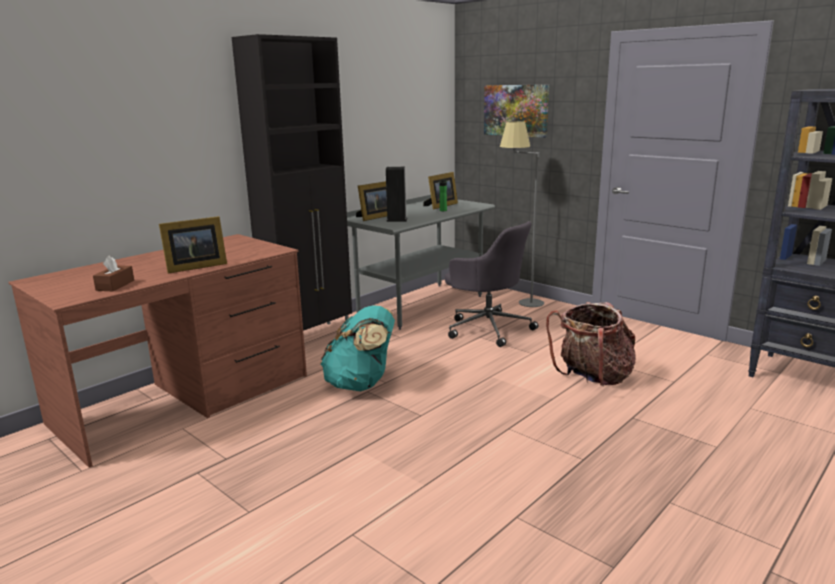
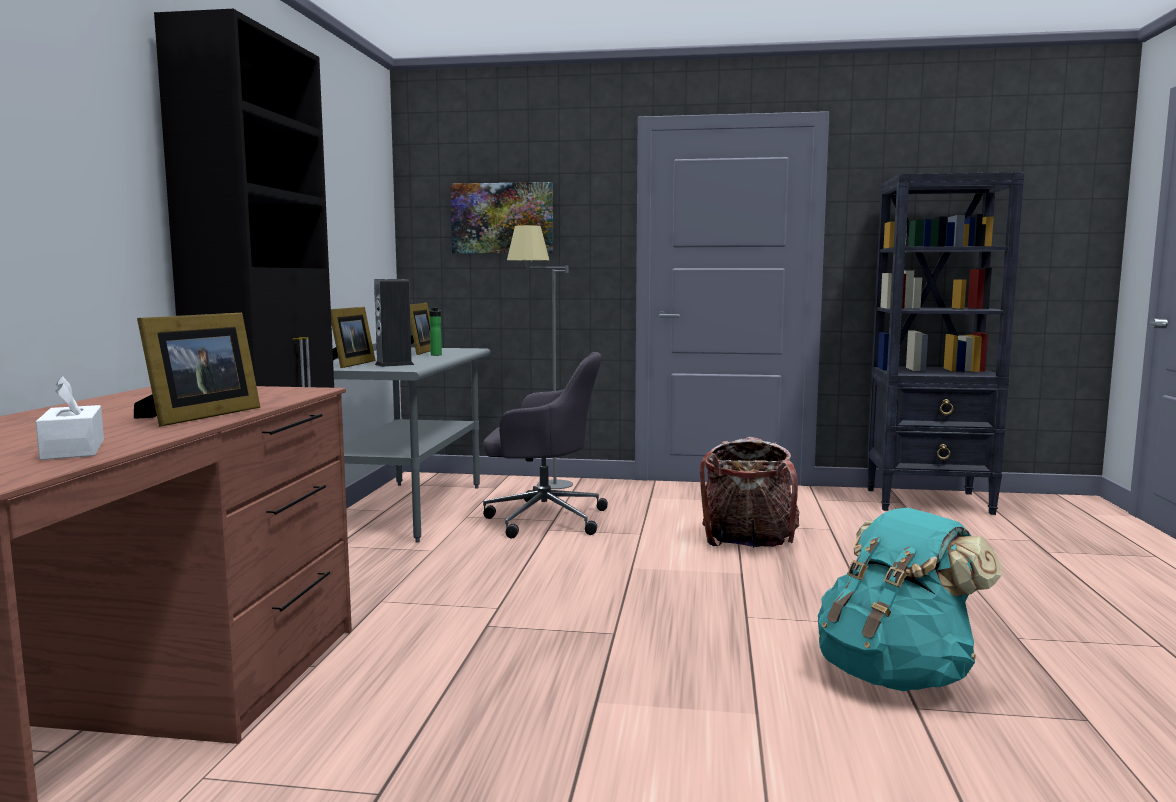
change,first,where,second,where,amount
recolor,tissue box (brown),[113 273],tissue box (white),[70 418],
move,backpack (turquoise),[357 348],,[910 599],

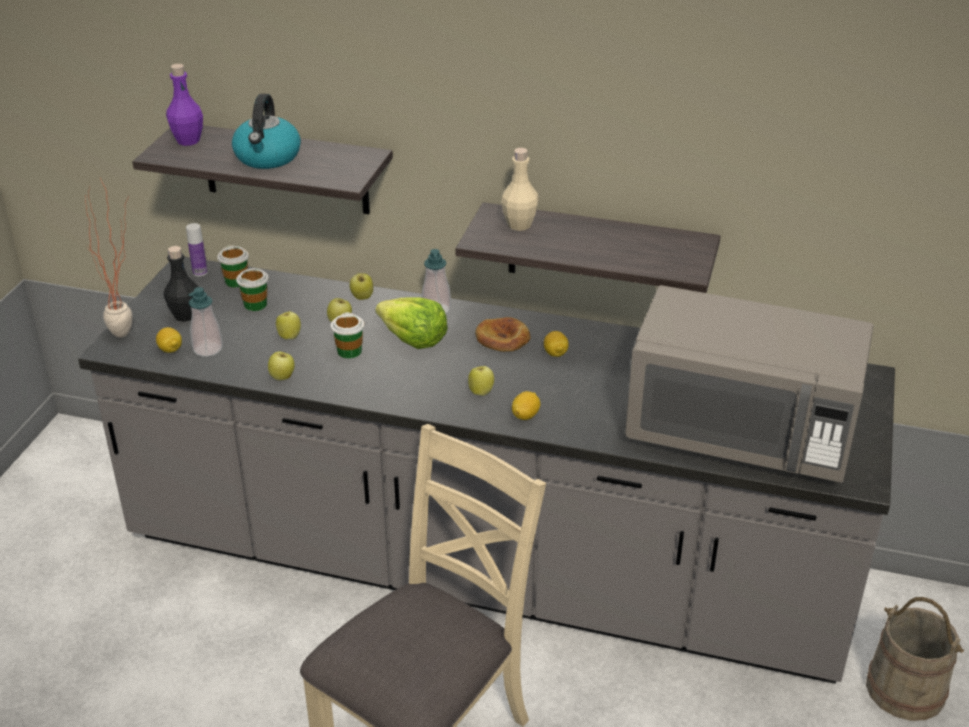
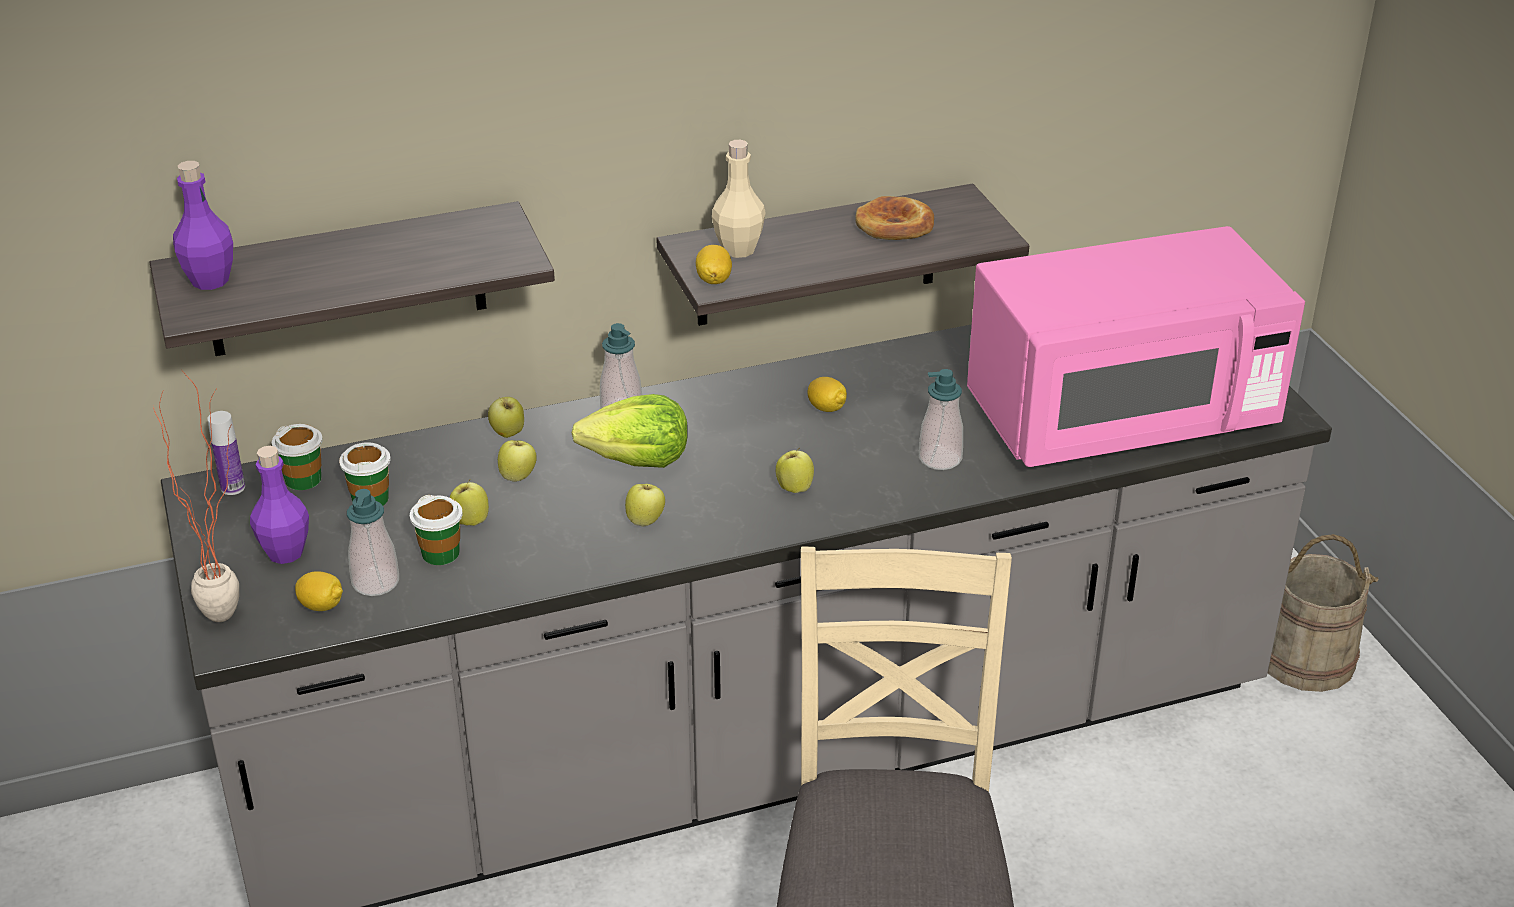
change,first,where,second,where,amount
delete,kettle,[266 131],,,
recolor,bottle (black),[181 284],bottle (purple),[279 505],
recolor,microwave (grey),[749 384],microwave (pink),[1136 346],
move,cup,[347 335],,[436 530],
move,bread,[503 334],,[894 218],
move,apple,[281 365],,[645 505],
move,lemon,[526 405],,[714 264],
insert,,,soap dispenser,[941 419],

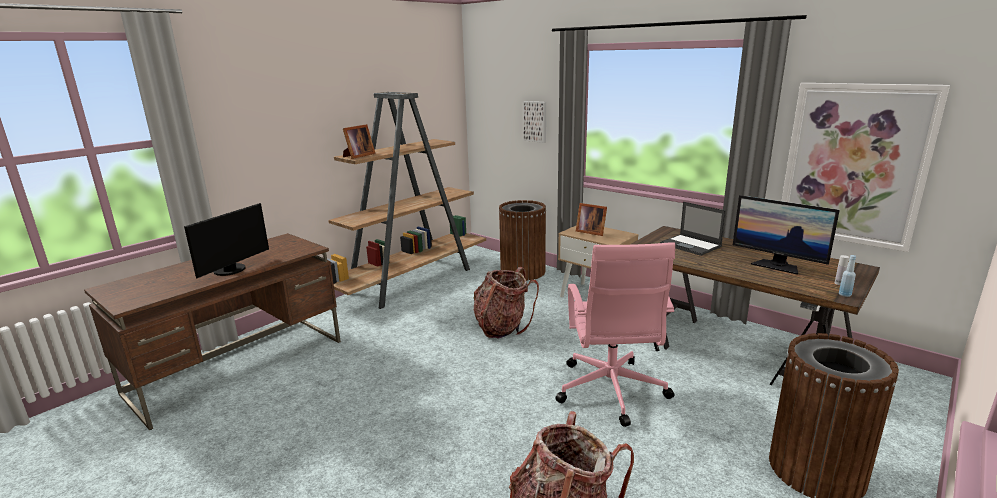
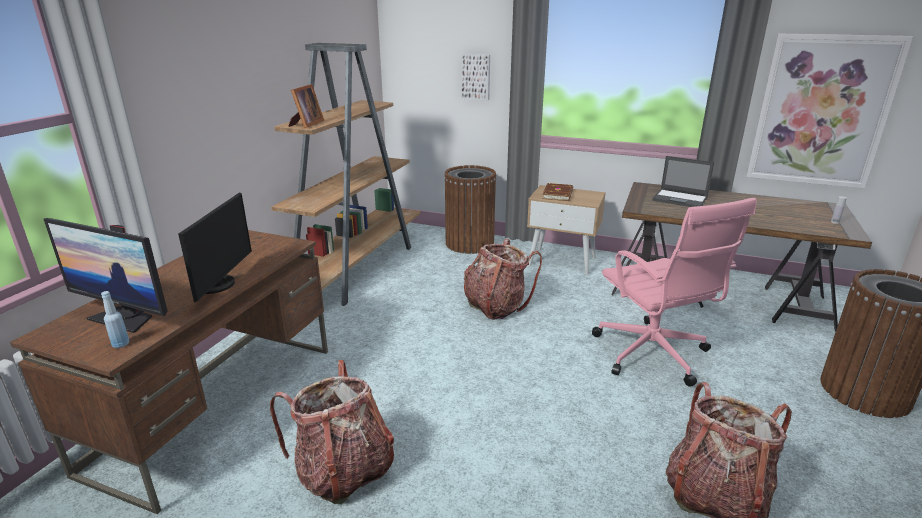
change,first,where,second,where,amount
move,monitor,[786 235],,[106 275],
replace,picture frame,[591 219],book (brown),[557 192],
move,bottle (blue),[847 276],,[115 319],
insert,,,backpack,[332 432],

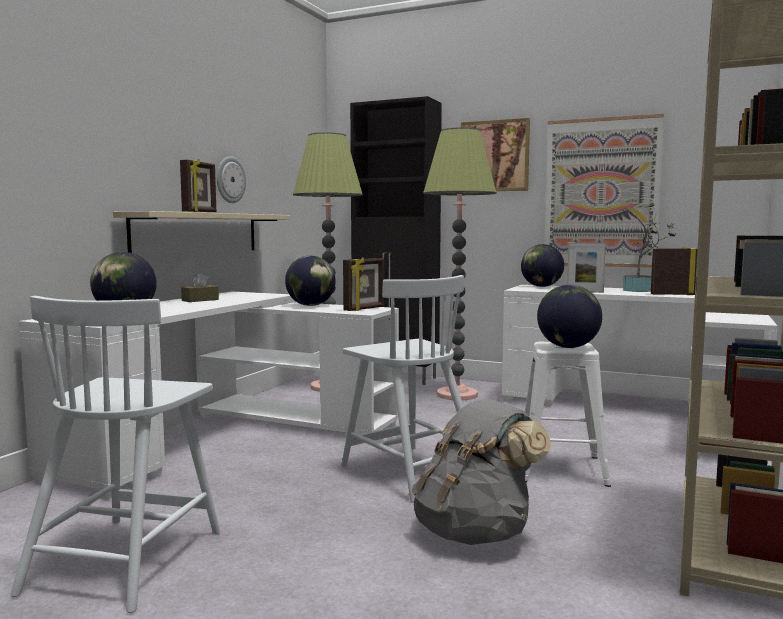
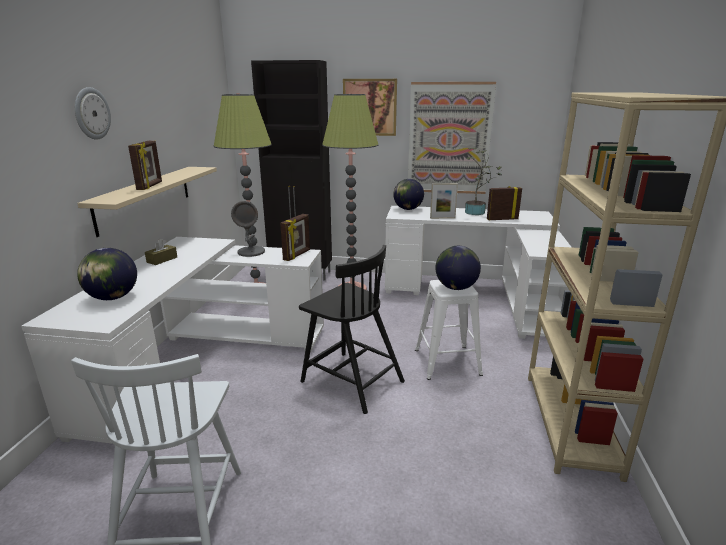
change,first,where,second,where,amount
move,wall clock,[231 179],,[93 113],
replace,globe,[310 281],table lamp (grey),[248 229],
recolor,chair (white),[402 389],chair (black),[352 329],
delete,backpack (grey),[481 472],,,

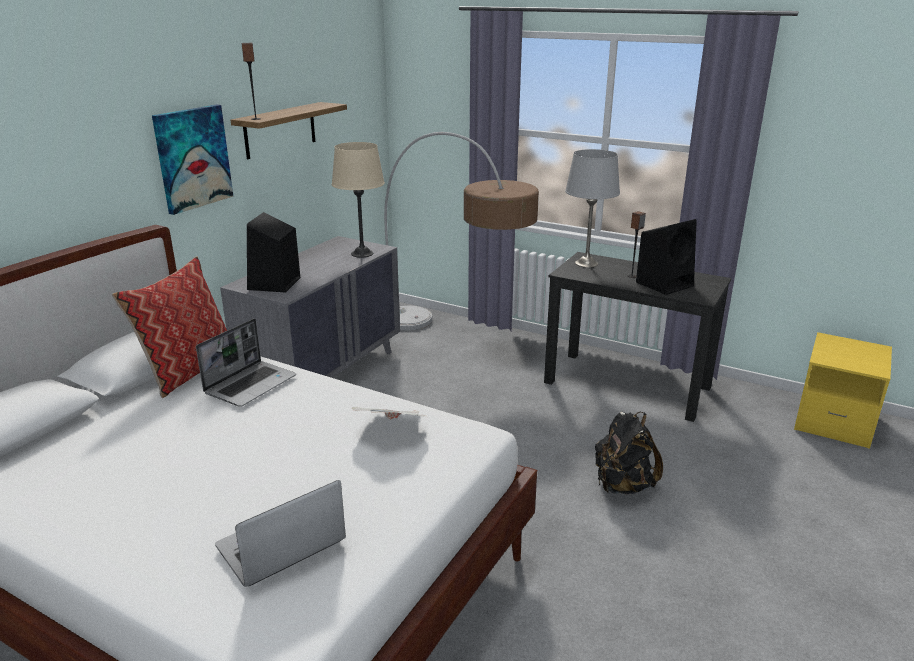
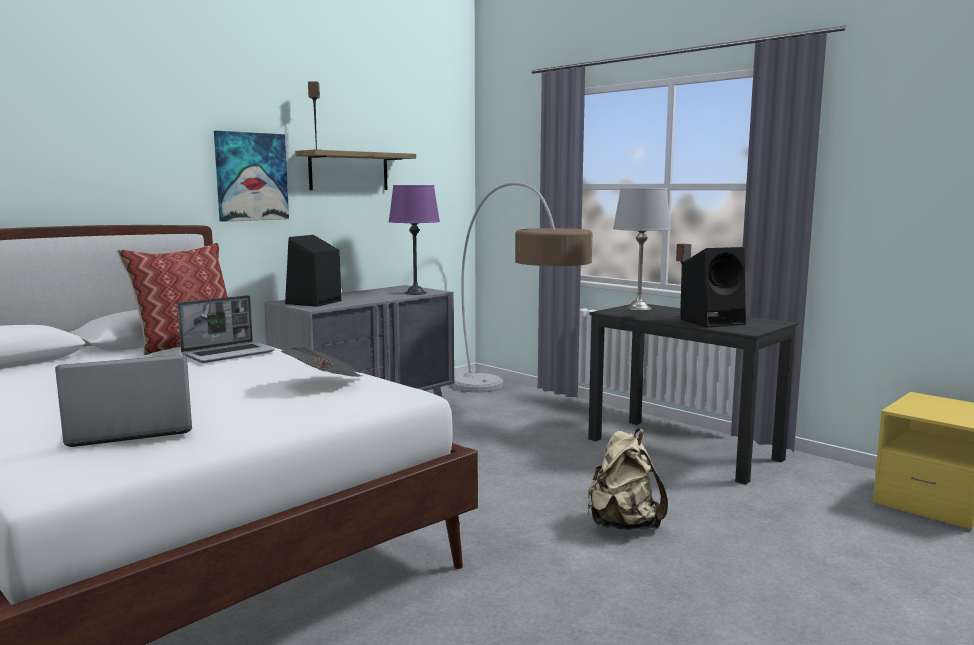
change,first,where,second,where,amount
recolor,table lamp (beige),[358 200],table lamp (purple),[414 240],
recolor,backpack (black),[629 453],backpack (beige),[627 479],

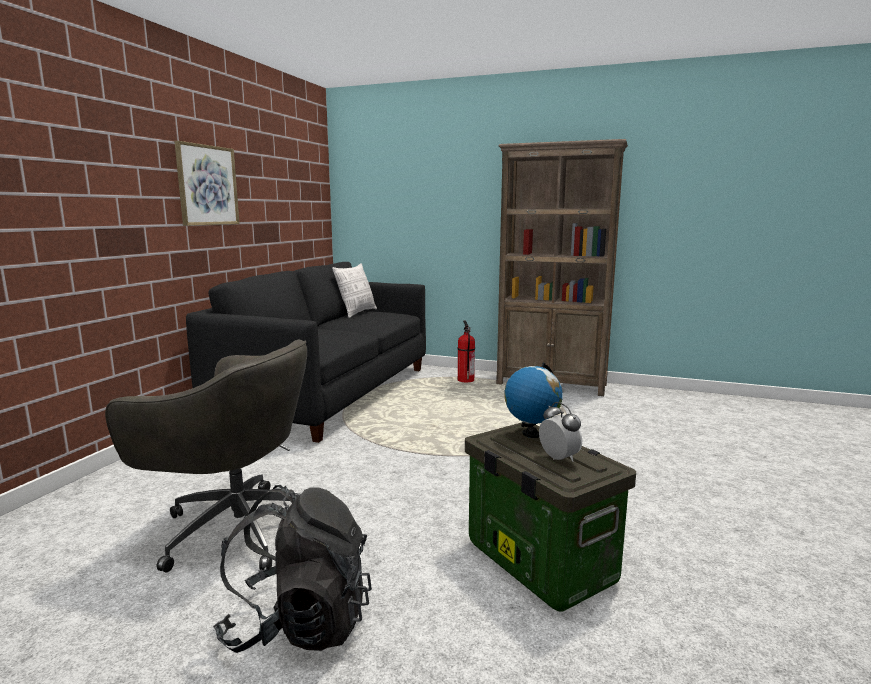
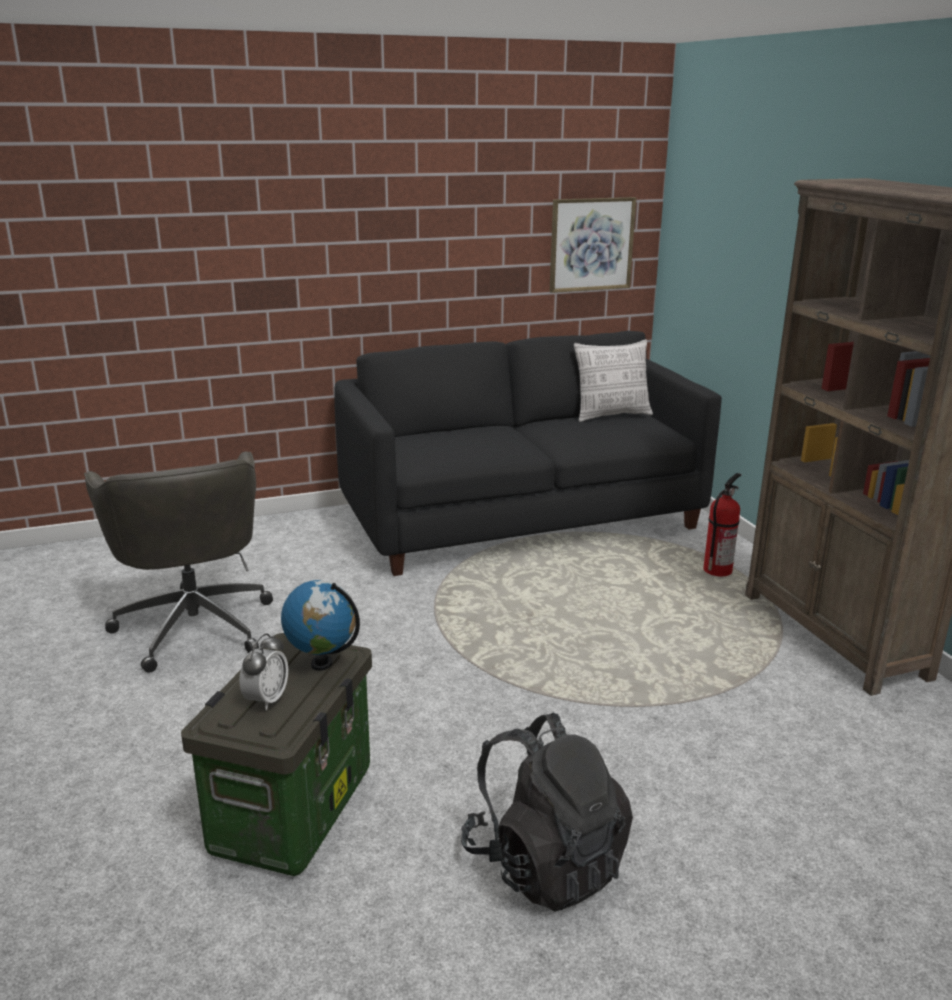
change,first,where,second,where,amount
move,picture,[207 183],,[593 245],
move,backpack (black),[292 569],,[547 812],

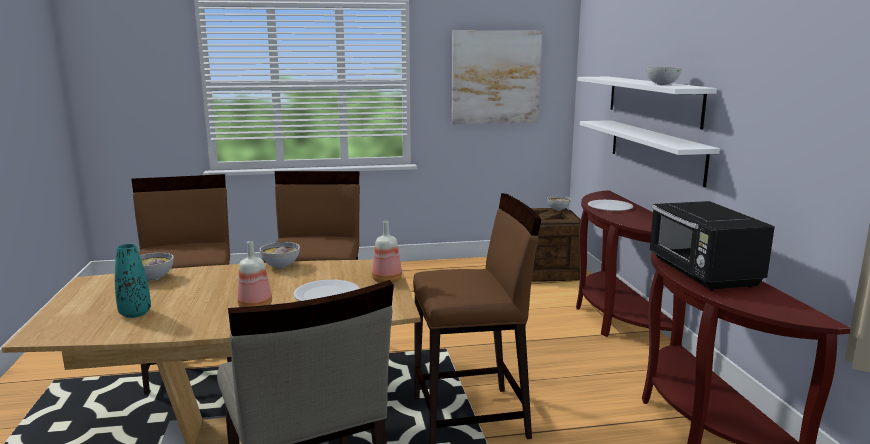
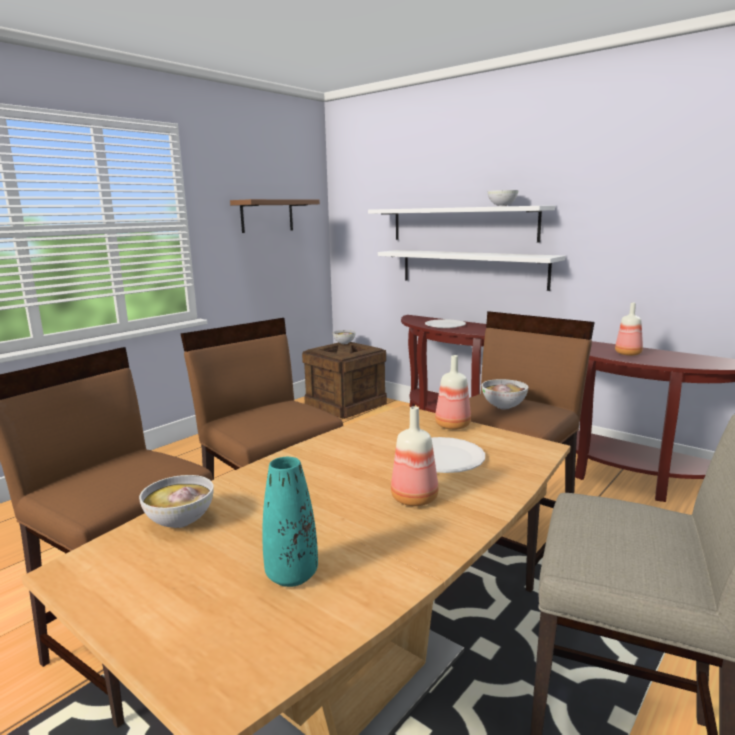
change,first,where,second,where,amount
replace,picture,[497 77],shelf (brown),[275 216],
replace,microwave (black),[712 246],bottle,[629 329],
move,bowl,[280 255],,[505 394],

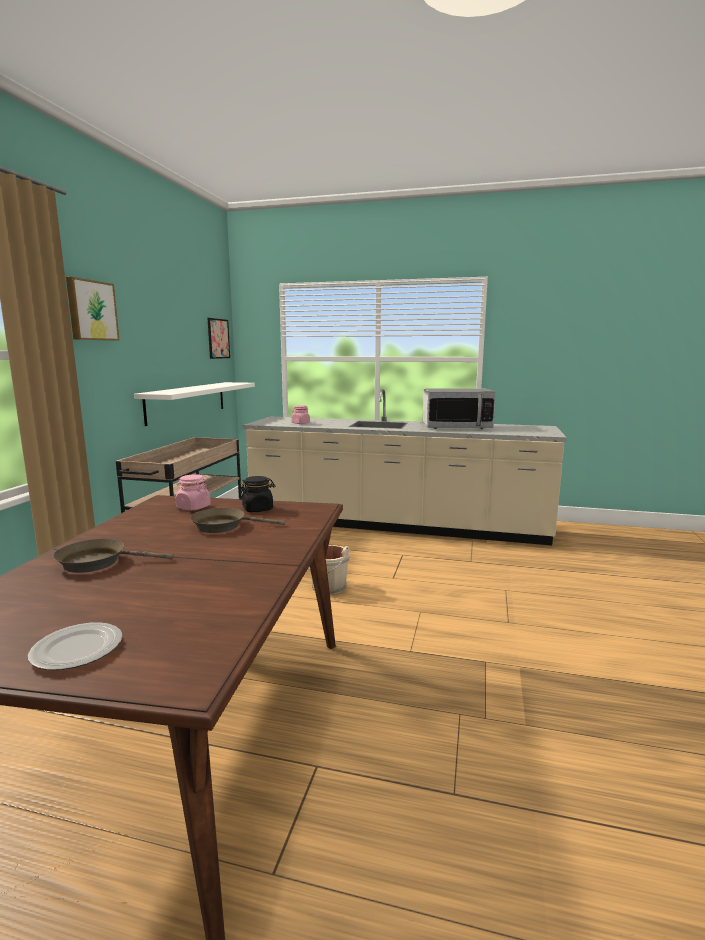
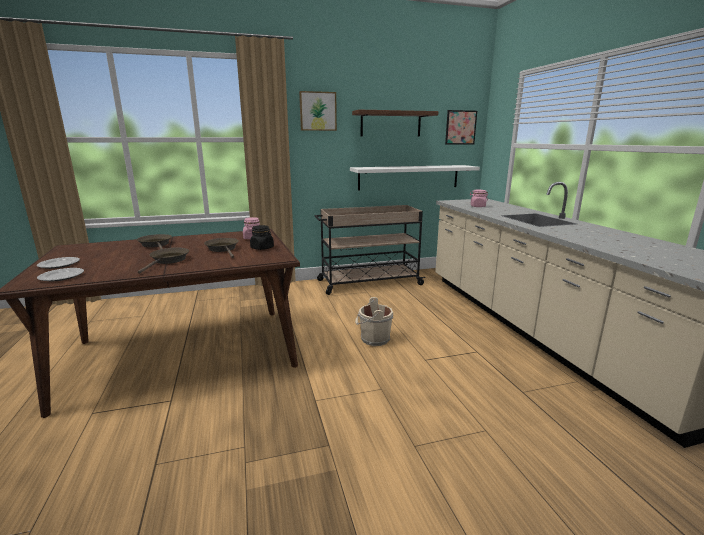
change,first,where,second,where,amount
delete,microwave,[459 408],,,
insert,,,shelf (brown),[395 123],
insert,,,frying pan (brown),[163 261],
insert,,,plate,[60 274],

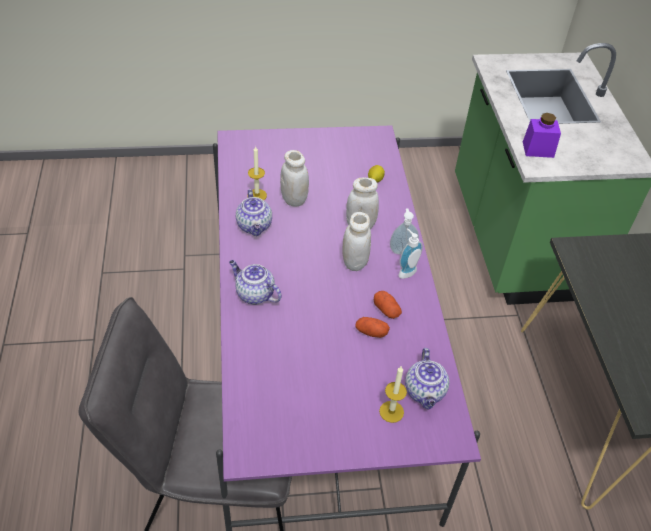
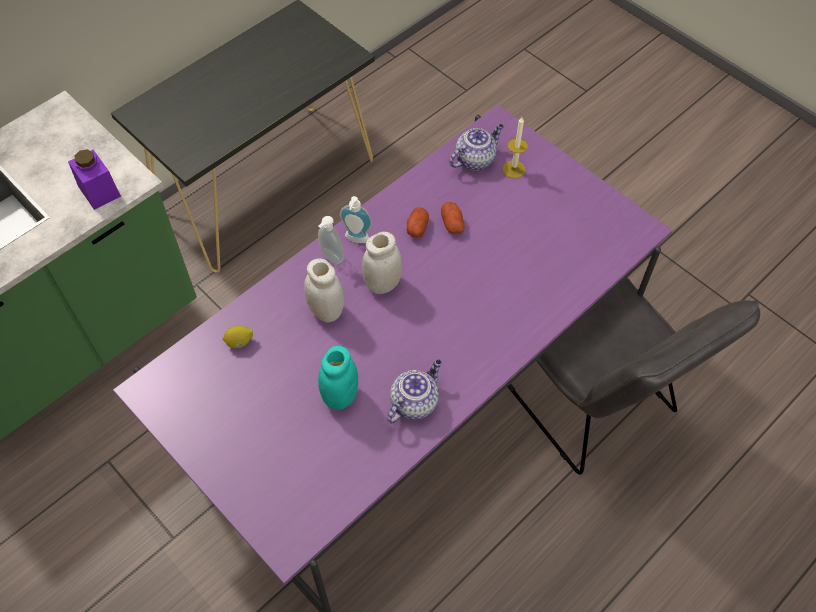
change,first,where,second,where,amount
delete,candle,[257 173],,,
recolor,jar (white),[294 178],jar (turquoise),[338 378],
delete,teapot,[255 282],,,

